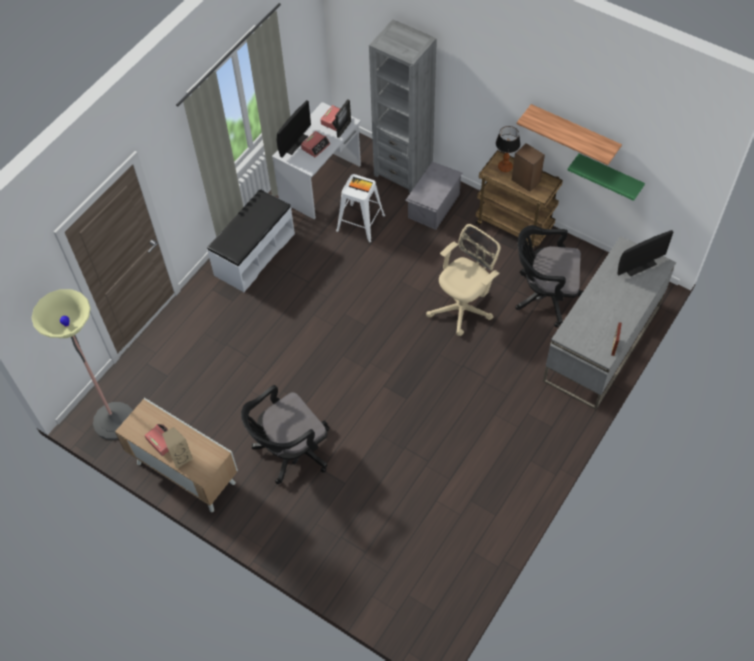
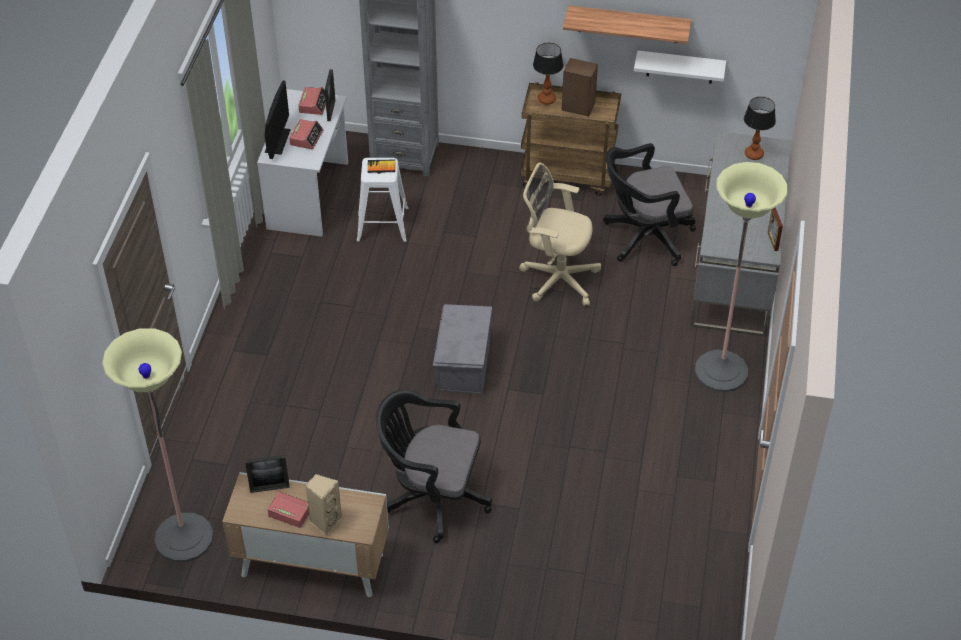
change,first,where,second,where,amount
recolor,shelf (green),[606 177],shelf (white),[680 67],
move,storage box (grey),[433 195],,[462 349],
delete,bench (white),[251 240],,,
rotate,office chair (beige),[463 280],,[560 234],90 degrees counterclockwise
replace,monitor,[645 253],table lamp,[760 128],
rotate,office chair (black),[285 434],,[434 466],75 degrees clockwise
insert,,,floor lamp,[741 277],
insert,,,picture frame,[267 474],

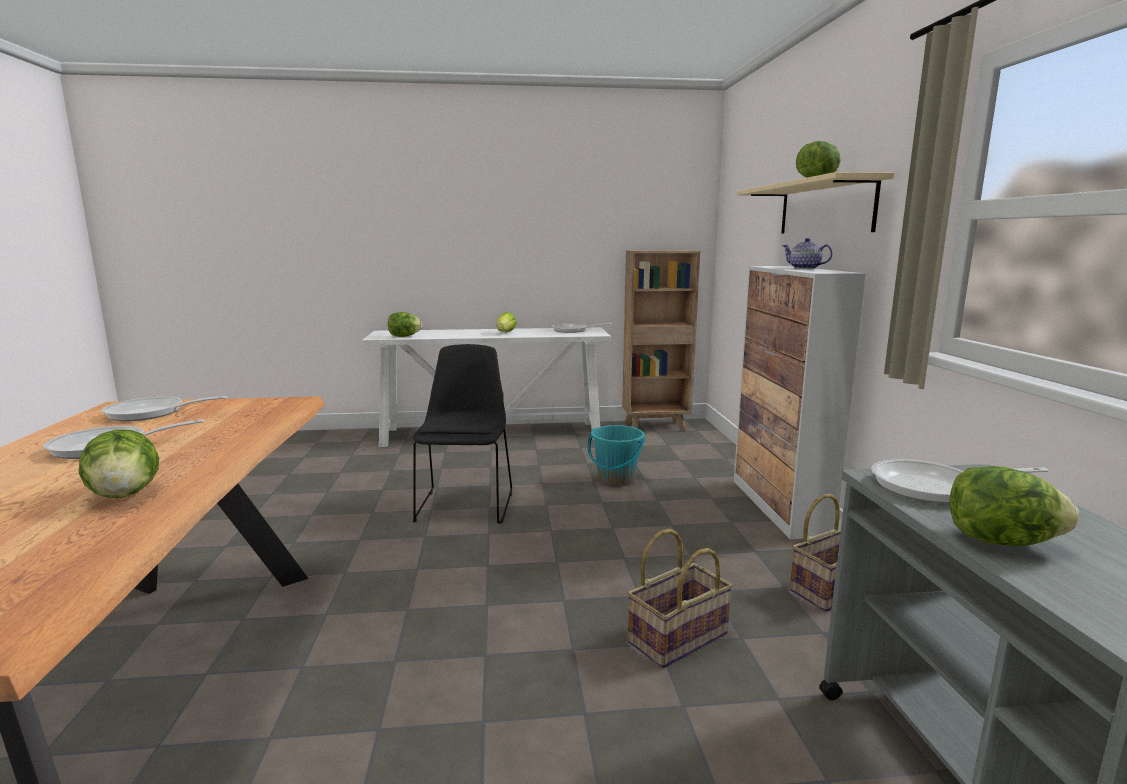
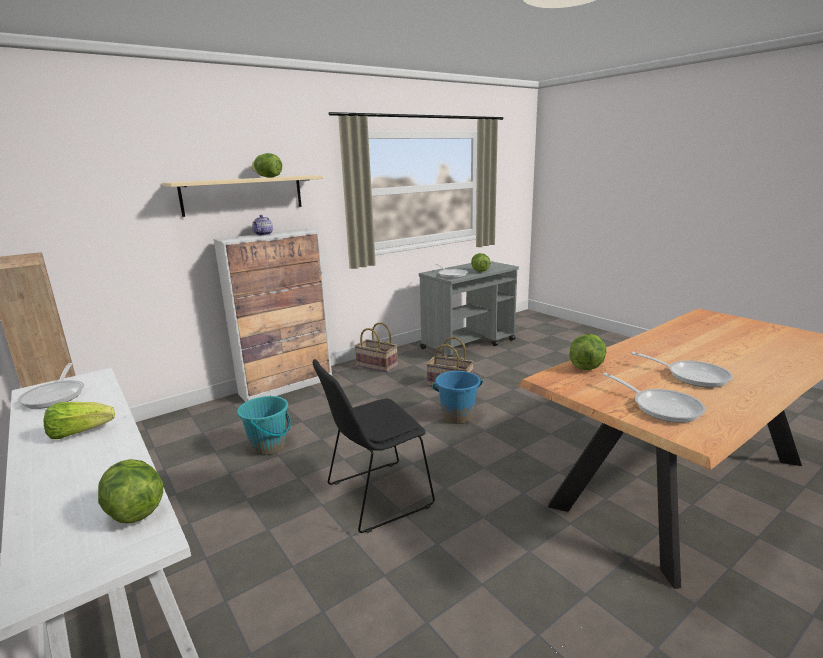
change,first,where,second,where,amount
move,lettuce,[119 463],,[588 352],
insert,,,bucket (blue),[458 397],

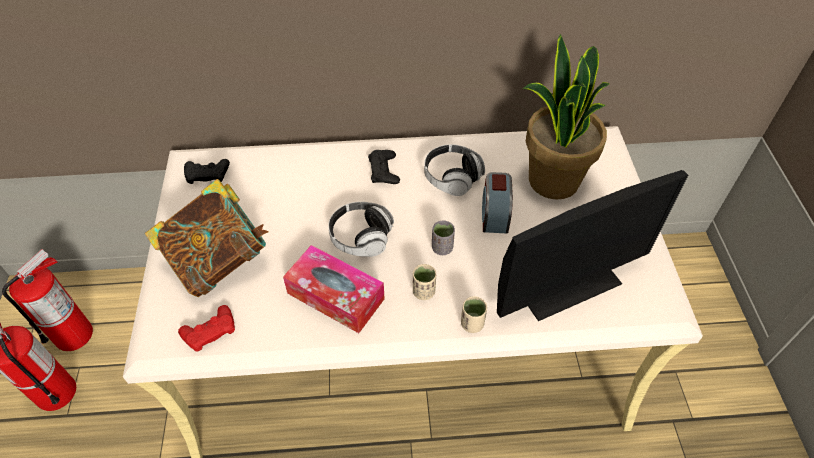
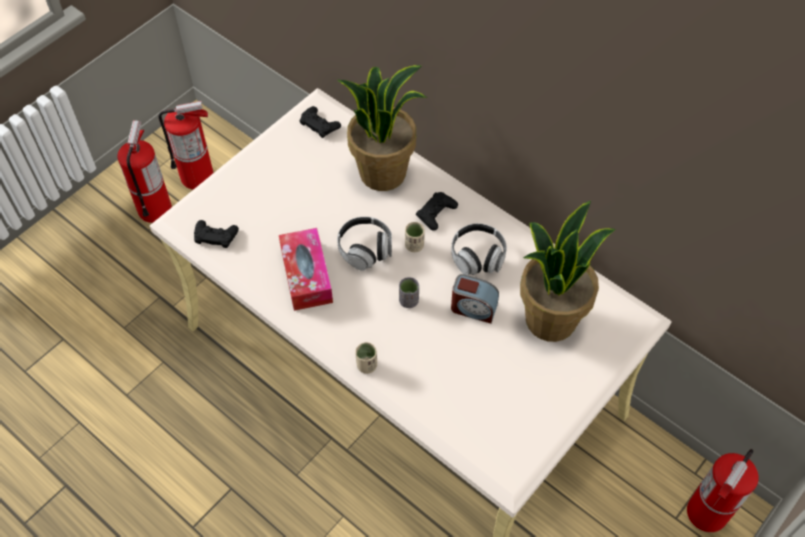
change,first,where,second,where,amount
delete,monitor,[592 245],,,
rotate,alarm clock,[497 203],,[475 298],120 degrees counterclockwise
delete,book,[207 238],,,
move,cup (beige),[424 282],,[415 237],
recolor,game controller (red),[206 328],game controller (black),[216 234],
insert,,,potted plant,[382 128],
insert,,,fire extinguisher,[723 490],

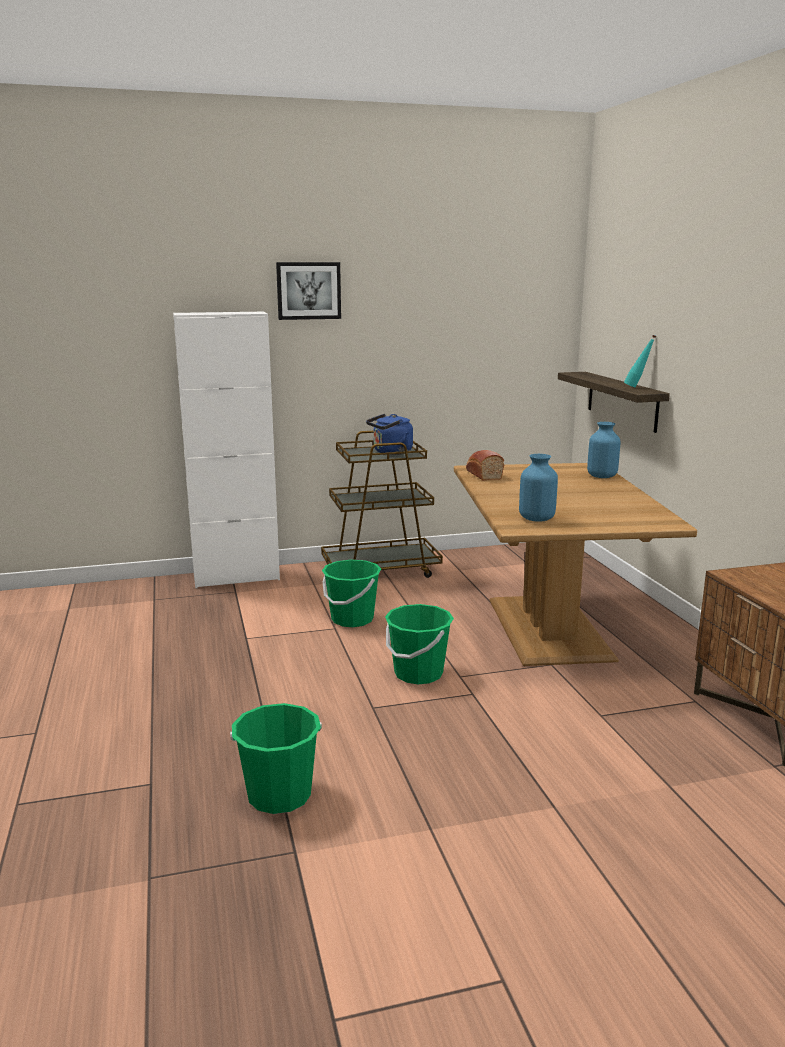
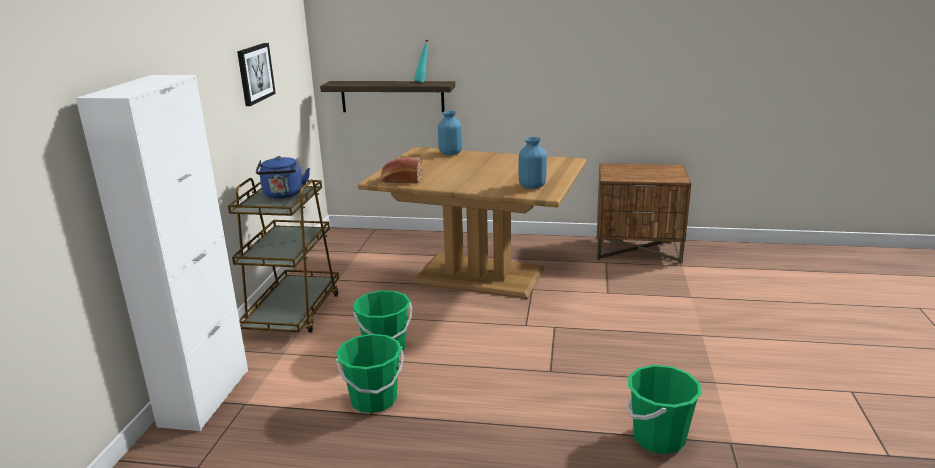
change,first,where,second,where,amount
move,picture,[308 291],,[256 74],
move,bucket (green),[419 644],,[370 373],

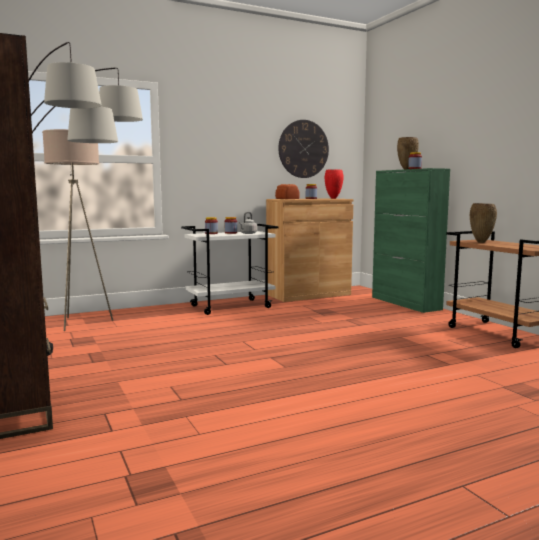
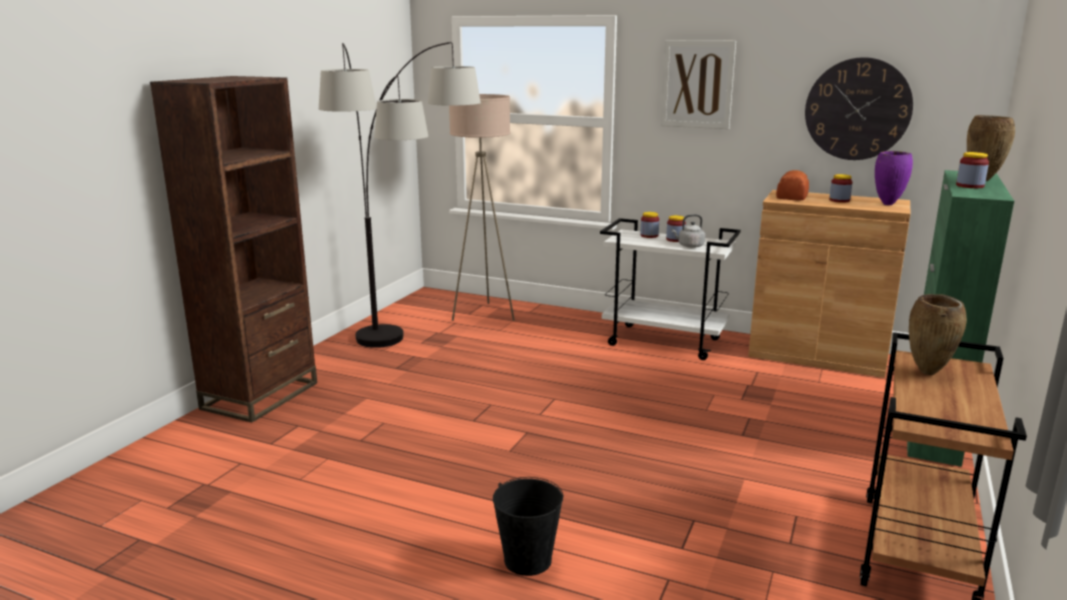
change,first,where,second,where,amount
recolor,vase (red),[334 184],vase (purple),[894 178],
insert,,,picture,[698 84],
insert,,,bucket (black),[528 526],

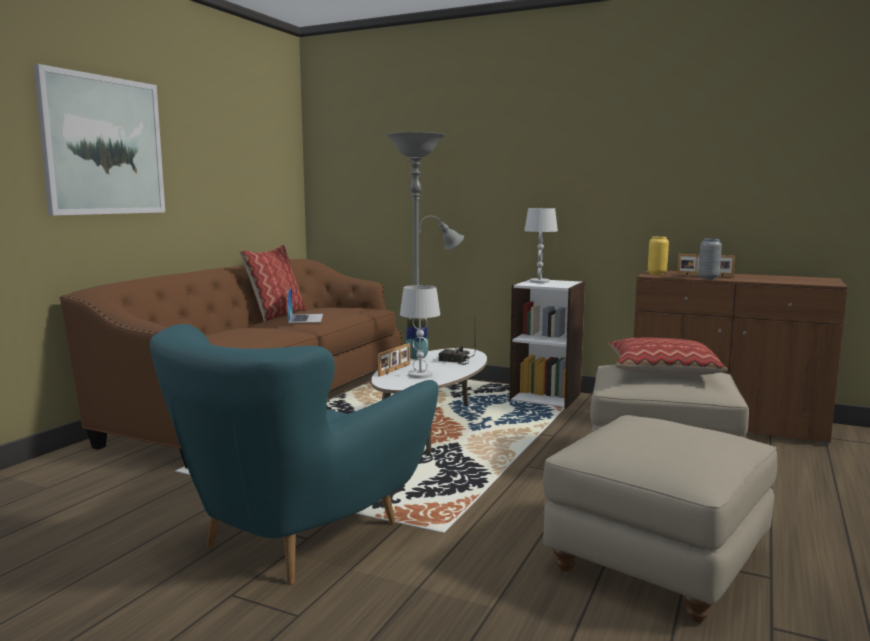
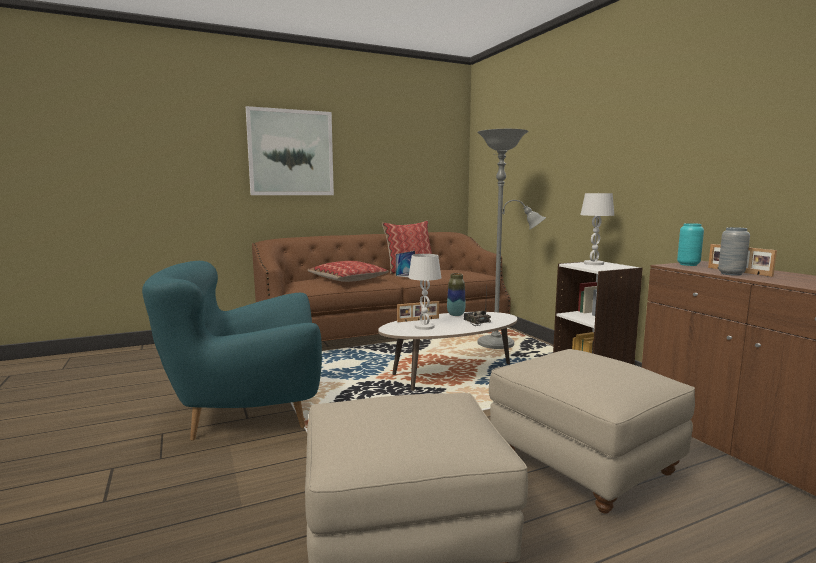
change,first,where,second,where,amount
recolor,vase (yellow),[658 255],vase (turquoise),[690 244],
move,pillow,[668 356],,[348 271],

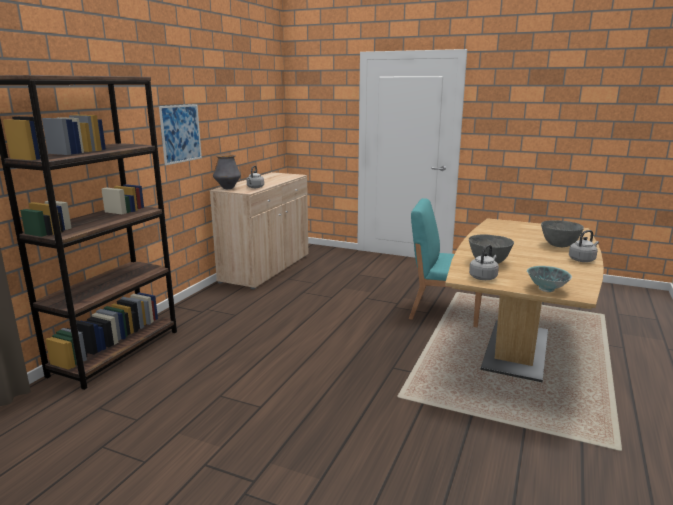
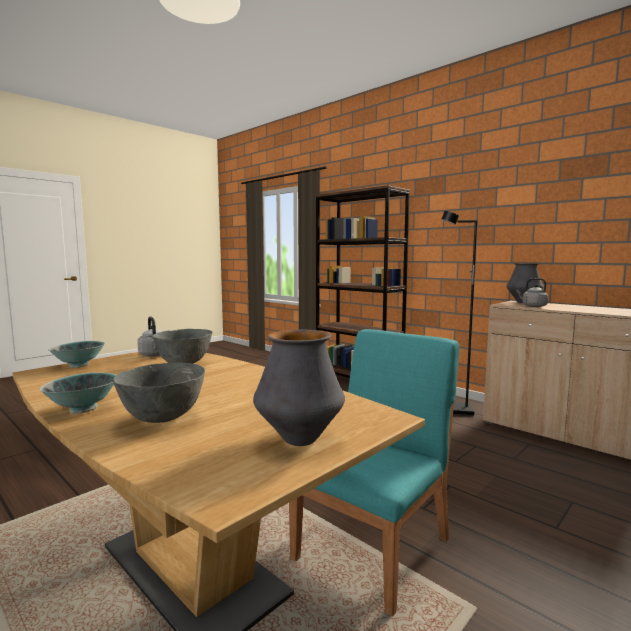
change,first,where,second,where,amount
delete,picture,[180 134],,,
replace,kettle (grey),[584 246],bowl,[78 393],
insert,,,floor lamp (black),[459 313],
insert,,,vase,[299 388],

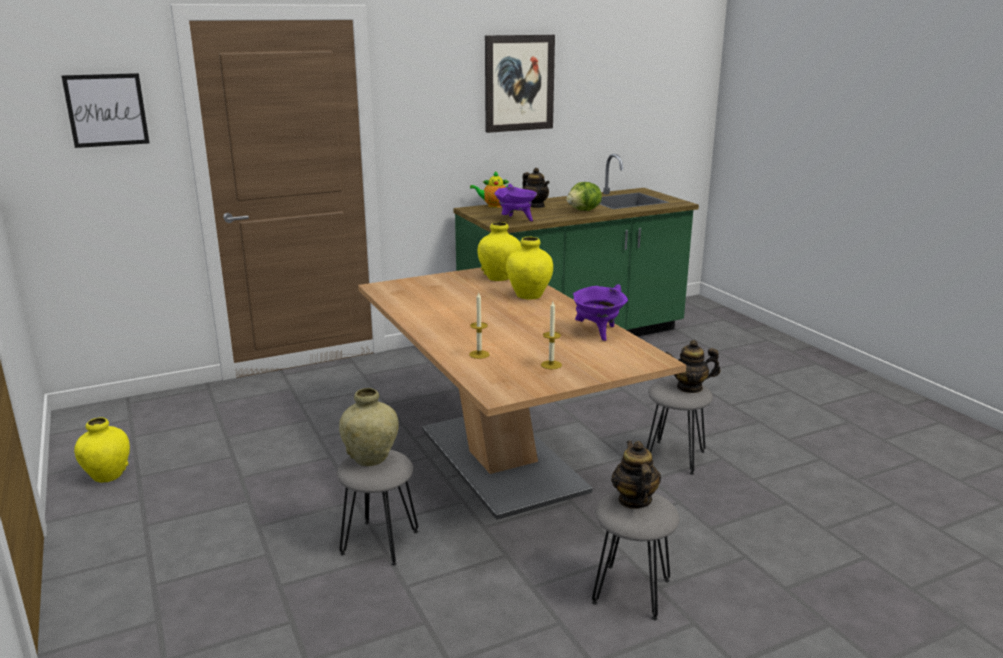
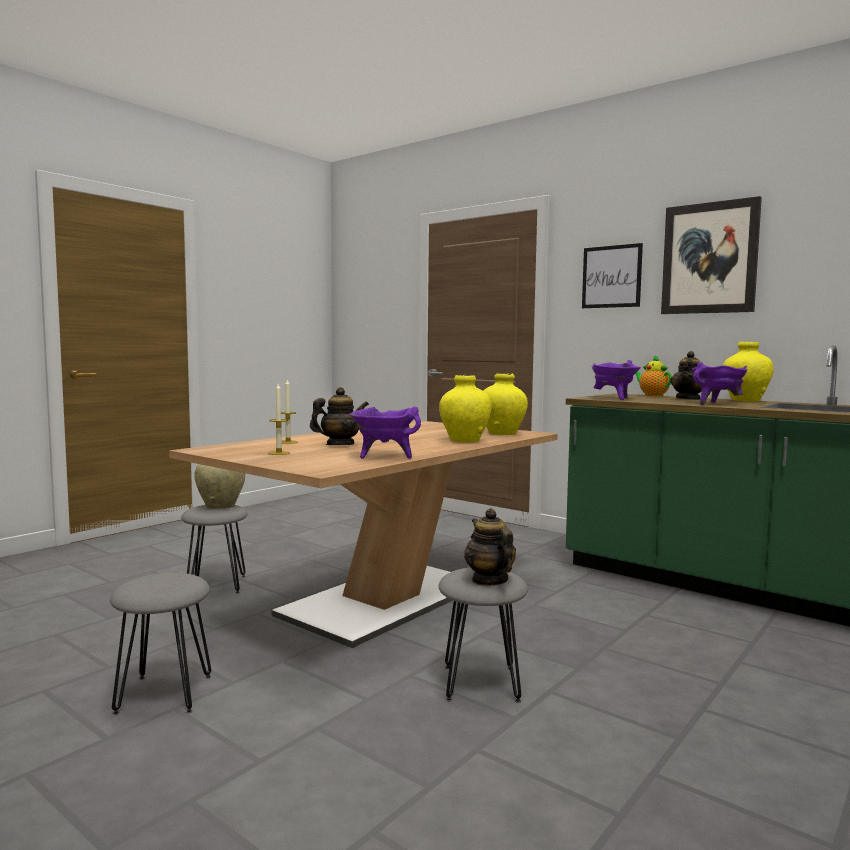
change,first,where,second,where,amount
move,picture,[105 110],,[612 275],
replace,lettuce,[584 196],cooking pot (purple),[719 383],
move,vase (yellow),[102 450],,[748 372],
move,teapot,[636 475],,[339 416],

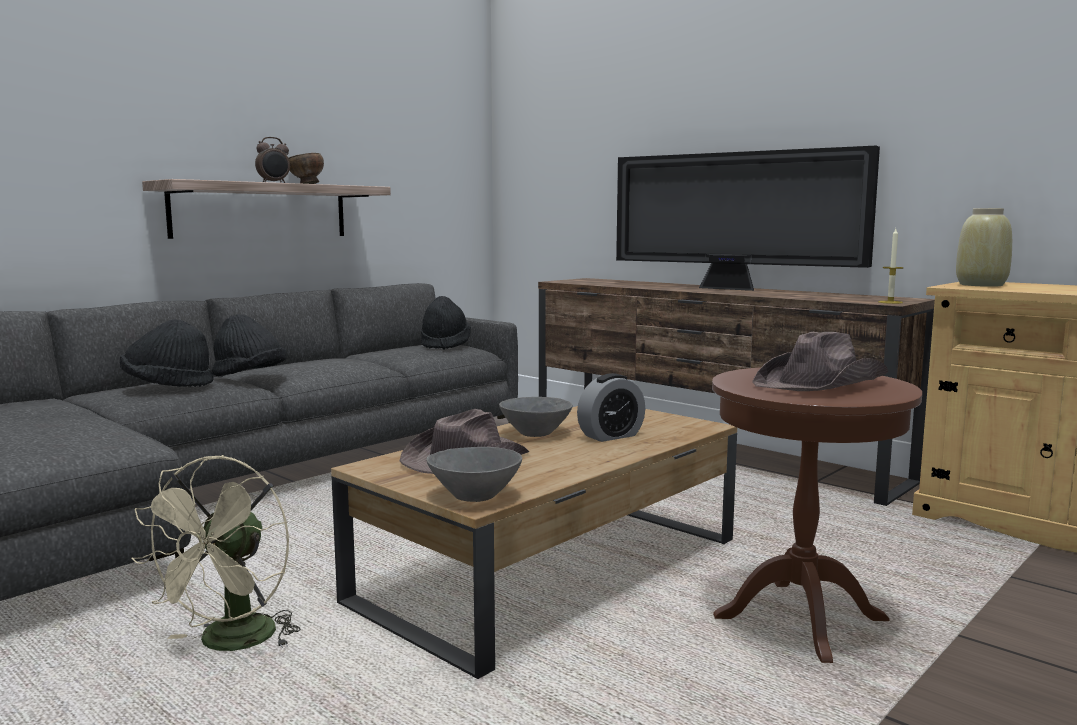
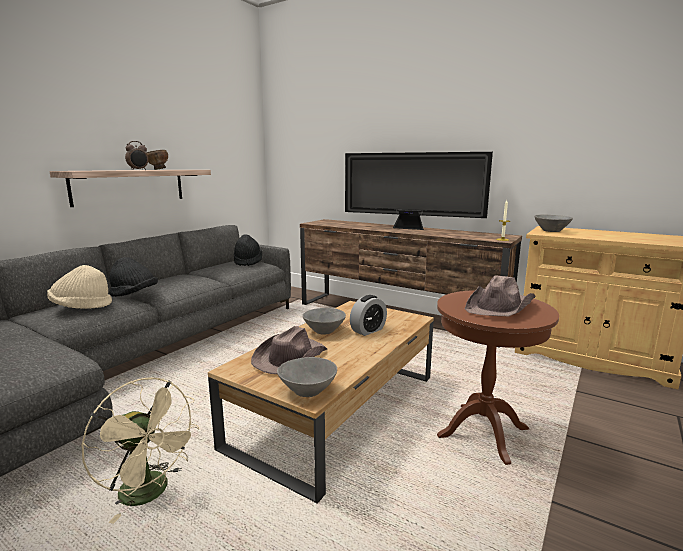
change,first,where,second,where,amount
replace,vase (beige),[984 247],bowl (grey),[553 223],
recolor,hat (black),[167 353],hat (beige),[79 287],
rotate,fan (beige),[216 553],,[140 450],60 degrees counterclockwise

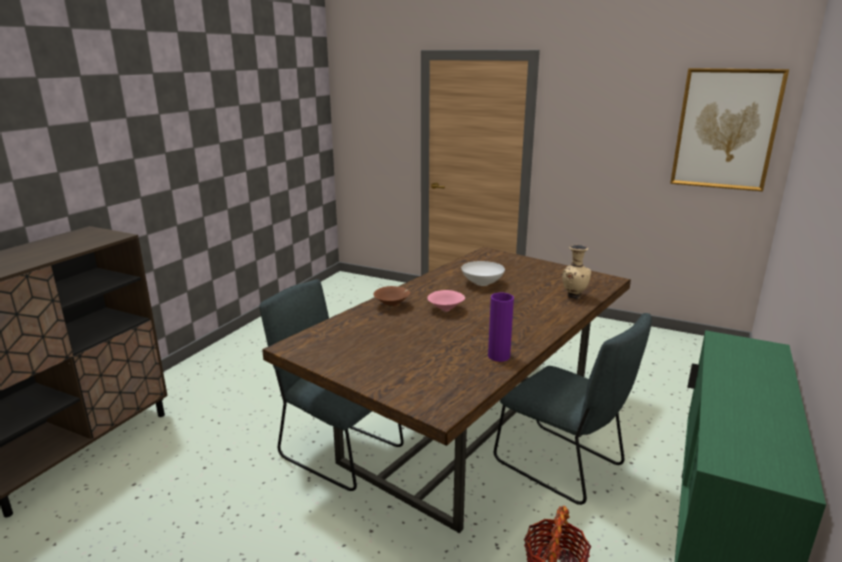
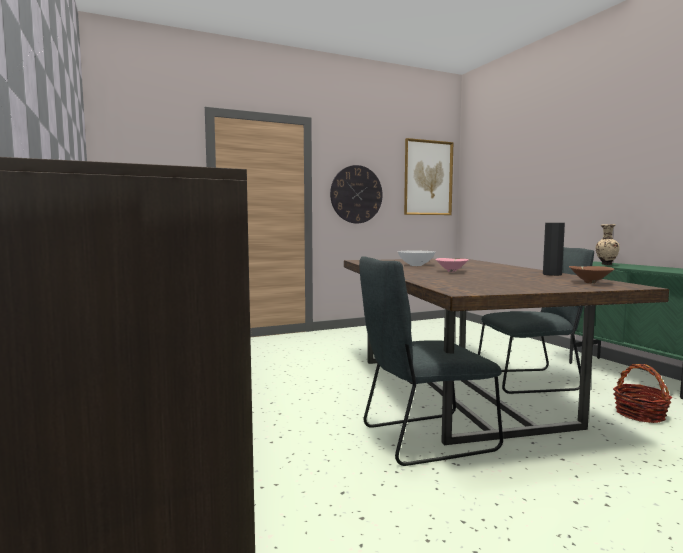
change,first,where,second,where,amount
move,vase (beige),[576 272],,[608 244],
move,bowl (brown),[391 296],,[592 275],
recolor,vase (purple),[501 327],vase (black),[554 249],
insert,,,wall clock,[356 194],

